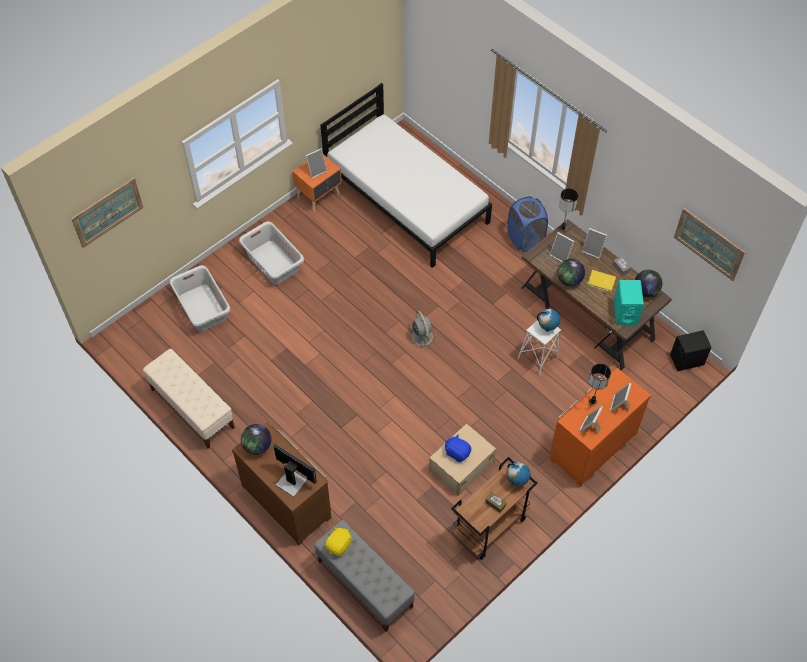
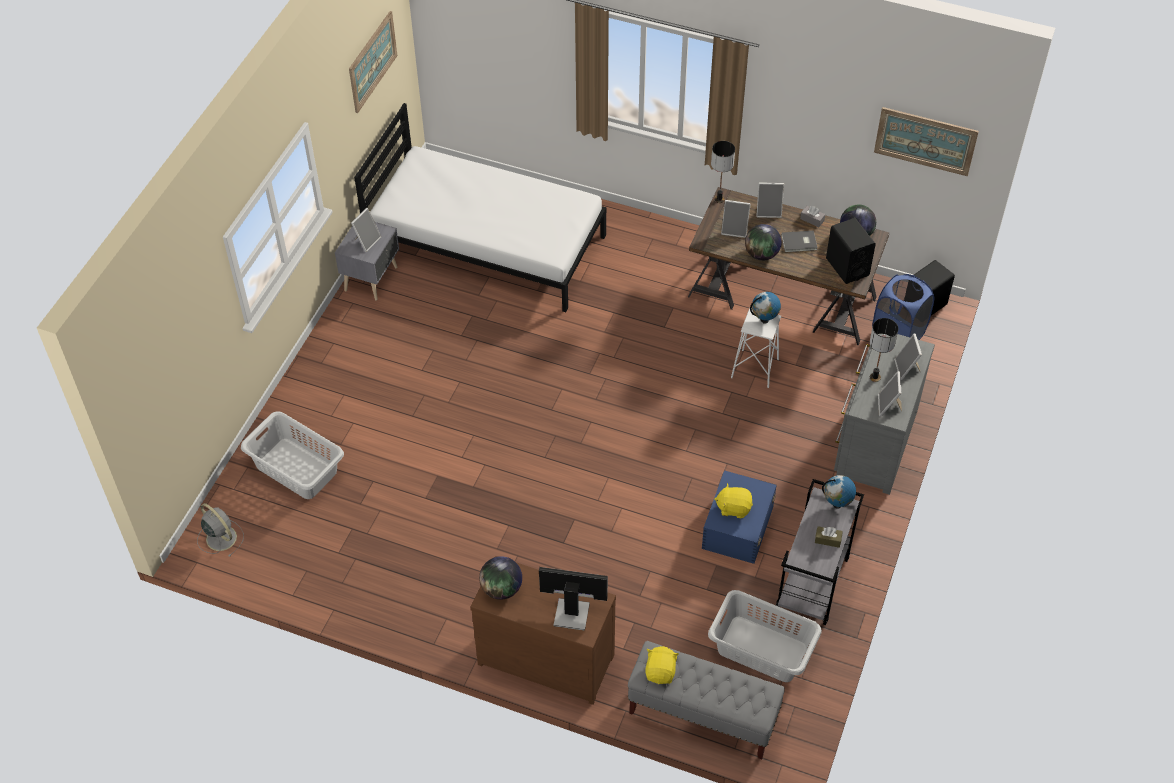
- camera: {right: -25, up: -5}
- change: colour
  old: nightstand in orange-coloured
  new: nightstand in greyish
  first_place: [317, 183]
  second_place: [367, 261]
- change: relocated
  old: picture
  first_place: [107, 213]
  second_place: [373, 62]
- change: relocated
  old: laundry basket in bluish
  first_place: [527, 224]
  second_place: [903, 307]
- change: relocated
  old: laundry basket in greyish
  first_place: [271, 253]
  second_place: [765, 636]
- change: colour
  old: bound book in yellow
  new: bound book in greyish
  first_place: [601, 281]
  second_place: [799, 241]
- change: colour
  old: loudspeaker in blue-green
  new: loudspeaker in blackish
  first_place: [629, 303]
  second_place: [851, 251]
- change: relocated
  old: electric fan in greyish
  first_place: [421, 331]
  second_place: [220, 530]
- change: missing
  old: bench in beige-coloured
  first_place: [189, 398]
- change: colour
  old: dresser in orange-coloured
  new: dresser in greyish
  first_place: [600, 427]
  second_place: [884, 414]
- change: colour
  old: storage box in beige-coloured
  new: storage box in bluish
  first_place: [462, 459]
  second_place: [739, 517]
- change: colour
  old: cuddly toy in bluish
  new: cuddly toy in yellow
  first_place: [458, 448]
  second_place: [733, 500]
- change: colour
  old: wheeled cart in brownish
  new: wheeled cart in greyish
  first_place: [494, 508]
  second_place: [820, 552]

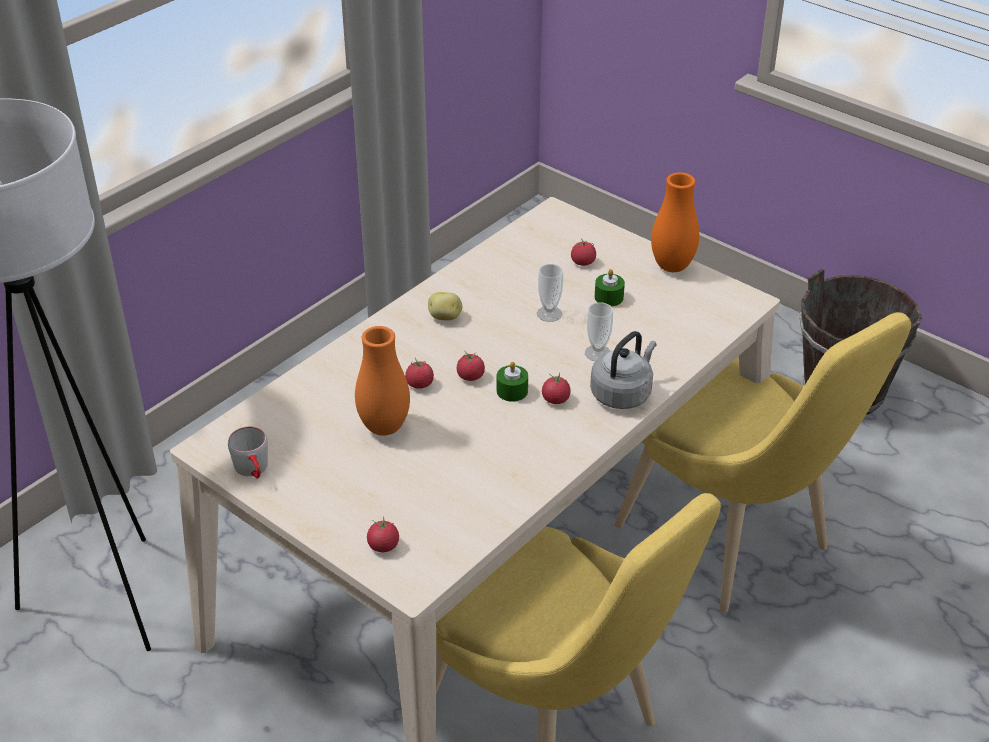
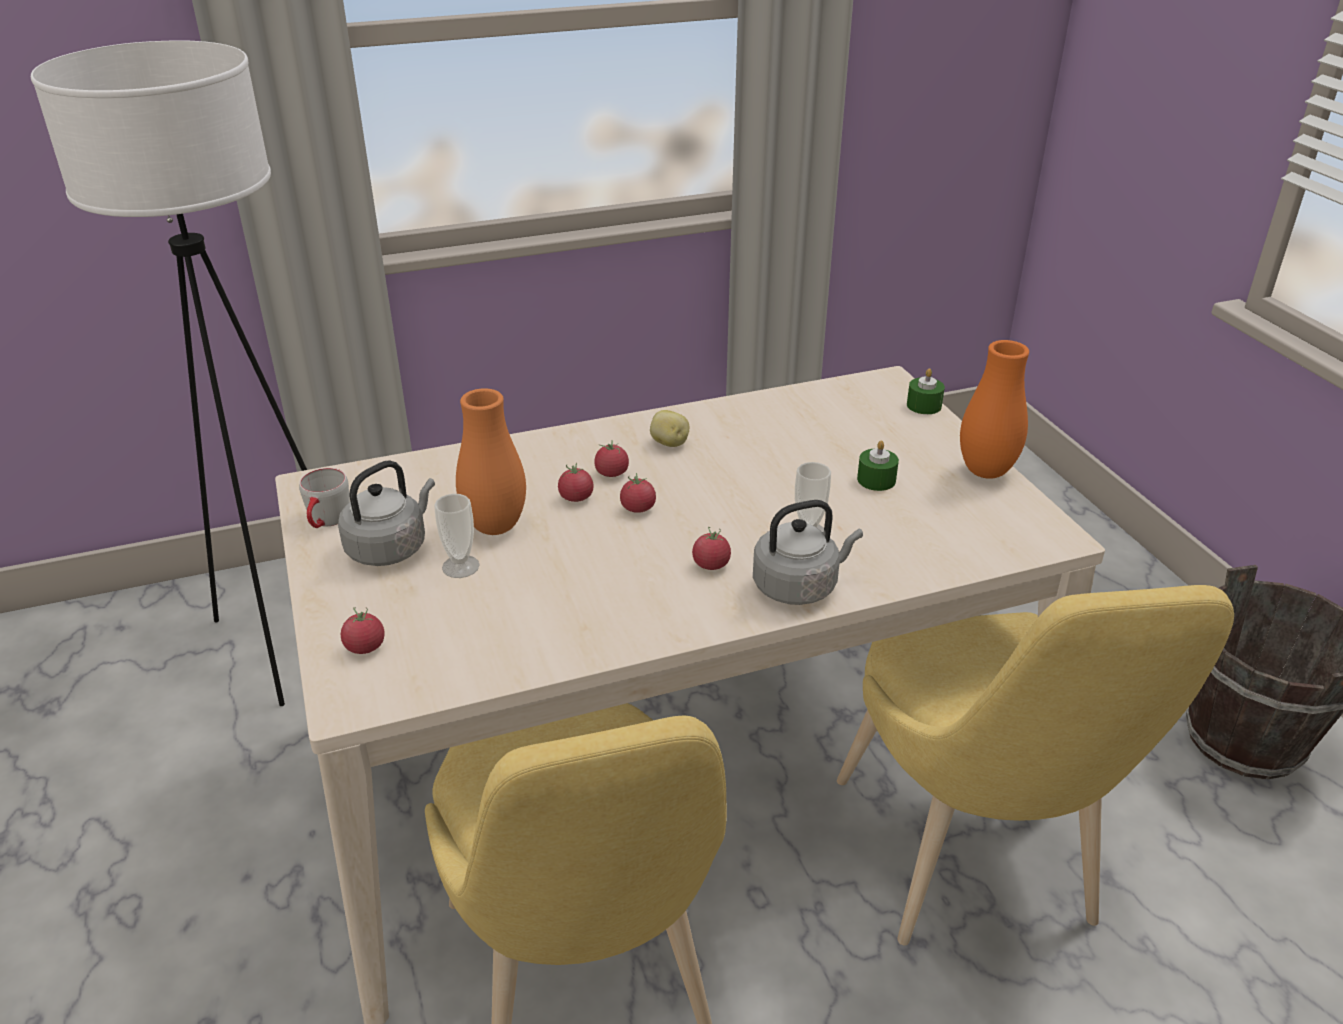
- camera: {right: 30, up: -5}
- change: relocated
  old: fresh tomato
  first_place: [583, 252]
  second_place: [611, 458]
- change: relocated
  old: small cup
  first_place: [550, 293]
  second_place: [457, 536]
- change: relocated
  old: wax candle in green-coloured
  first_place: [512, 382]
  second_place: [926, 391]
- change: appeared
  new: tea kettle in greyish
  second_place: [386, 513]

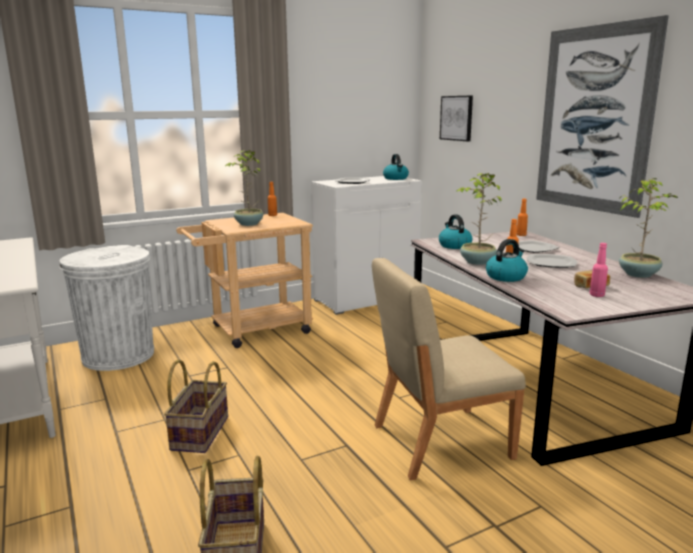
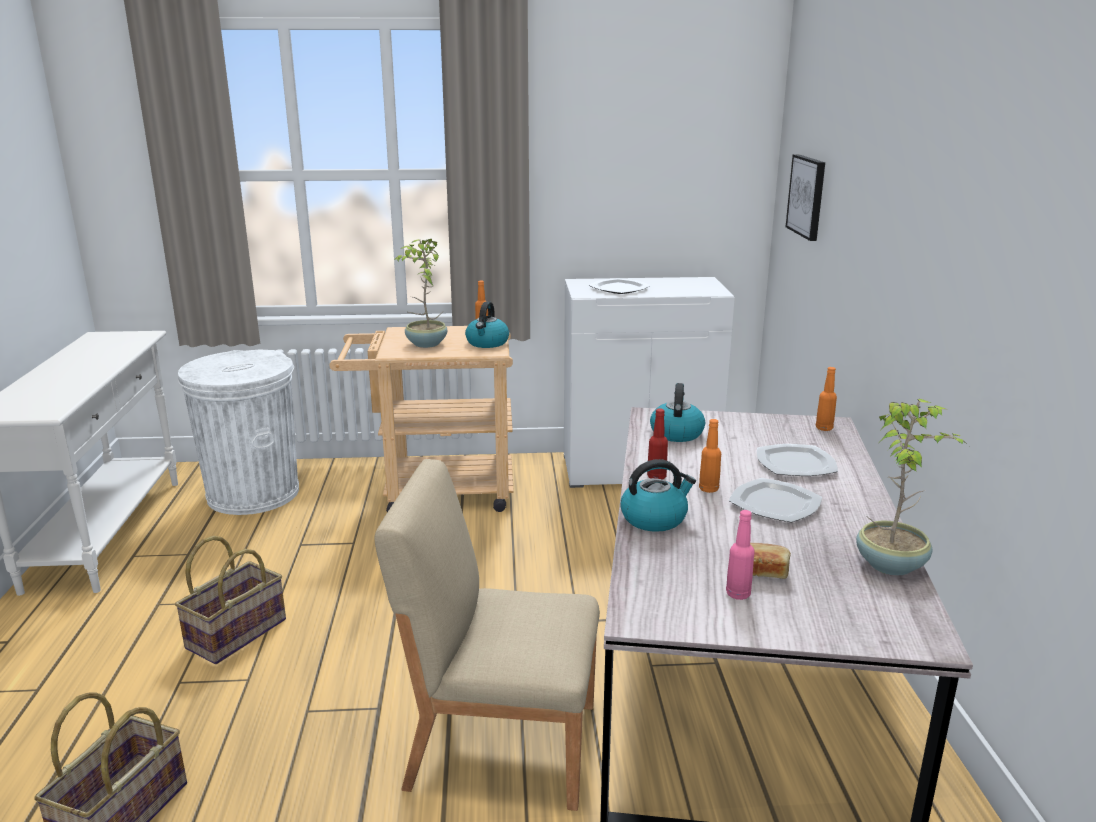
- camera: {right: 25, up: 5}
- change: missing
  old: picture
  first_place: [602, 116]
- change: relocated
  old: tea kettle
  first_place: [396, 167]
  second_place: [487, 325]
- change: exchanged
  old: plant in a pot
  new: bottle in reddish
  first_place: [479, 219]
  second_place: [657, 444]

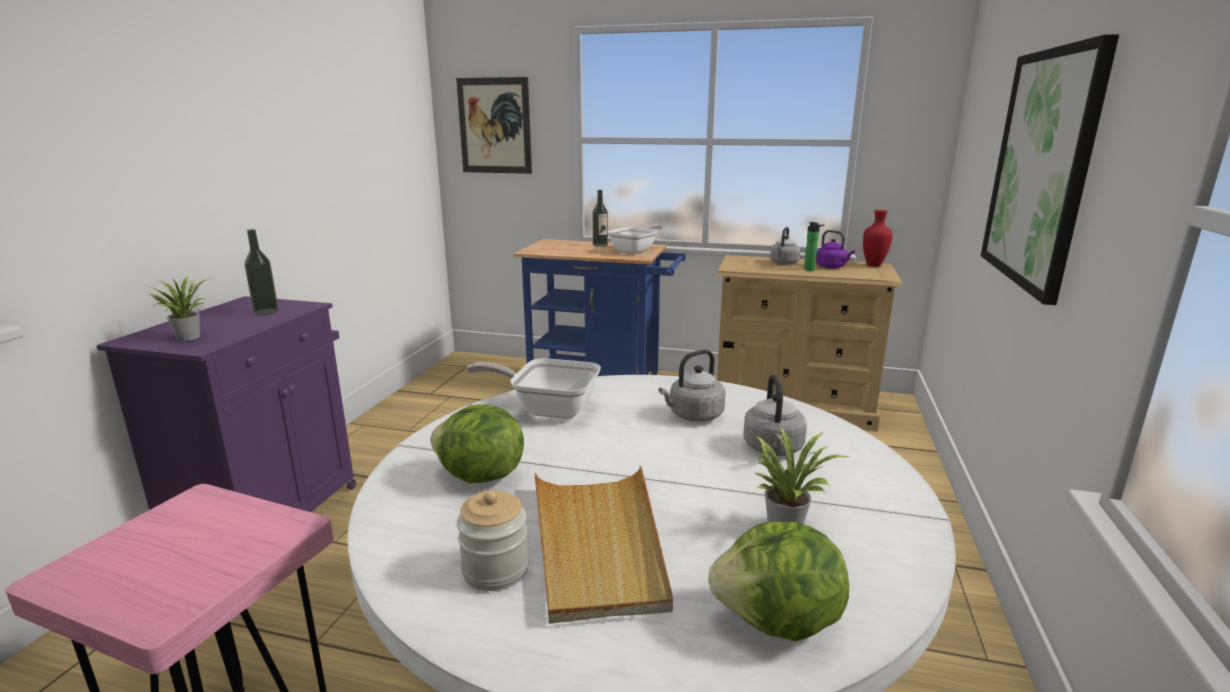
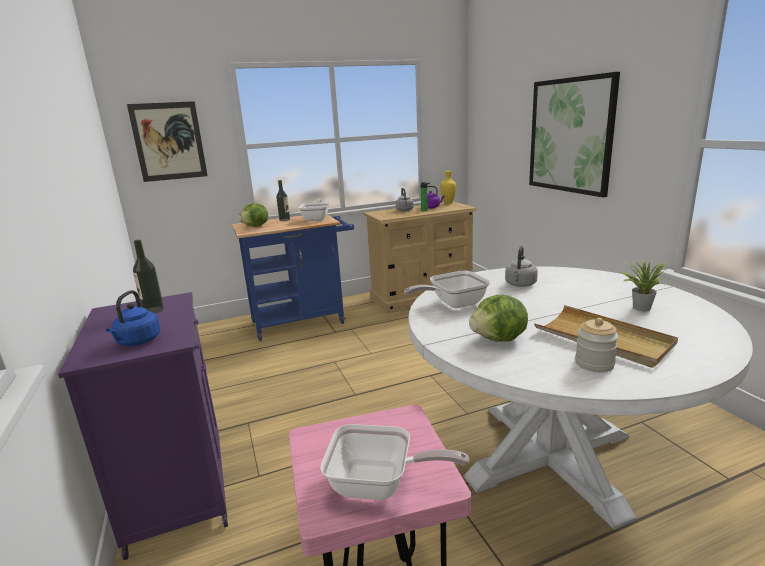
- camera: {right: -35, up: 0}
- change: colour
  old: decorative vase in reddish
  new: decorative vase in yellow
  first_place: [878, 238]
  second_place: [448, 187]
- change: exchanged
  old: plant in a pot
  new: tea kettle in bluish
  first_place: [180, 309]
  second_place: [133, 318]
- change: missing
  old: tea kettle in greyish
  first_place: [775, 415]
- change: relocated
  old: head of lettuce
  first_place: [778, 582]
  second_place: [253, 215]
- change: appeared
  new: frying pan
  second_place: [394, 462]

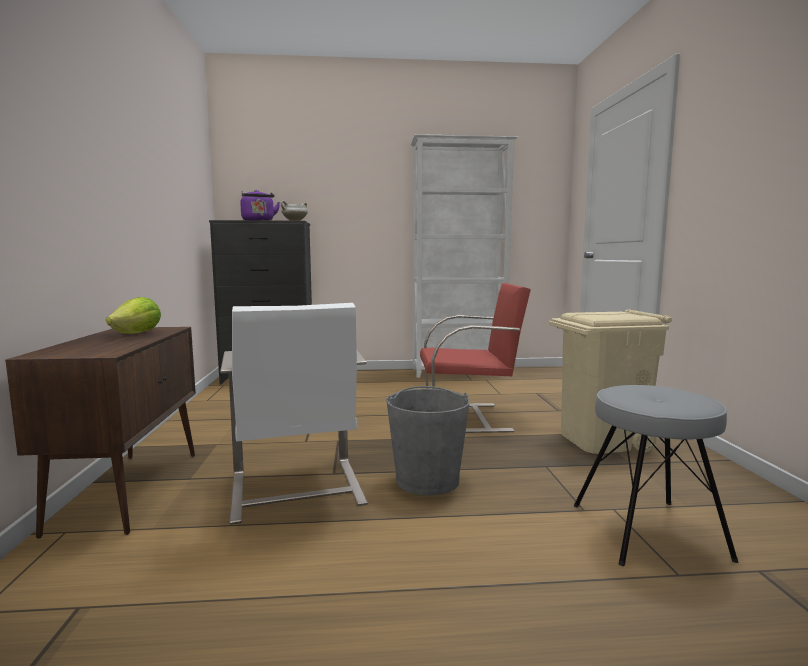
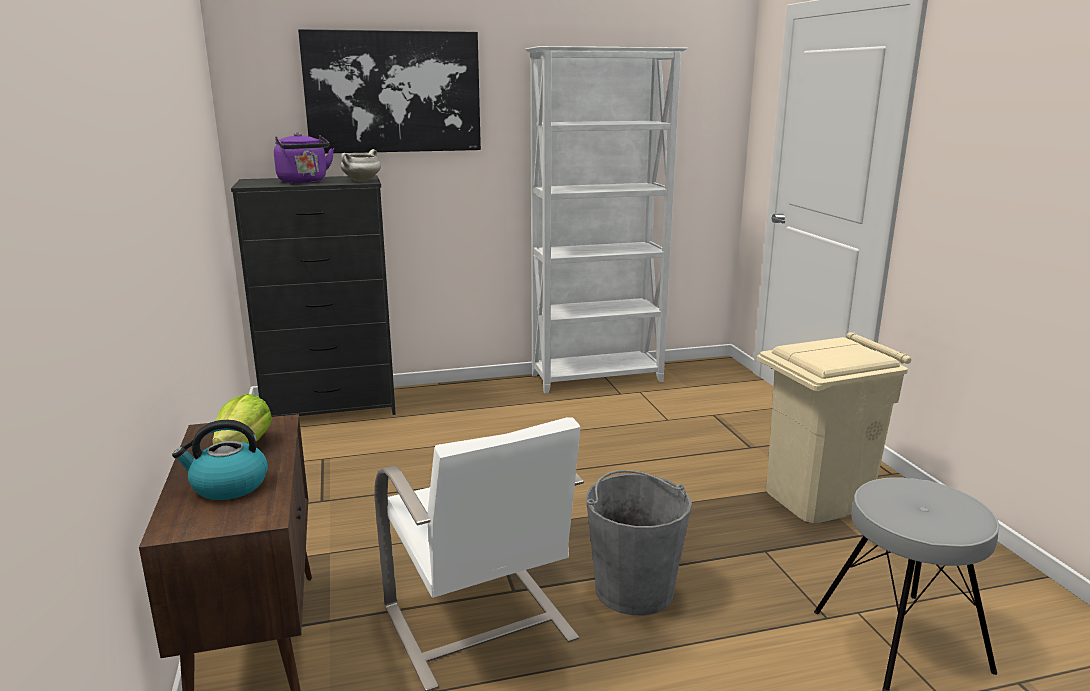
- camera: {right: -10, up: 10}
- change: missing
  old: plain chair in reddish
  first_place: [475, 358]
- change: appeared
  new: picture
  second_place: [389, 91]
- change: appeared
  new: tea kettle
  second_place: [220, 460]

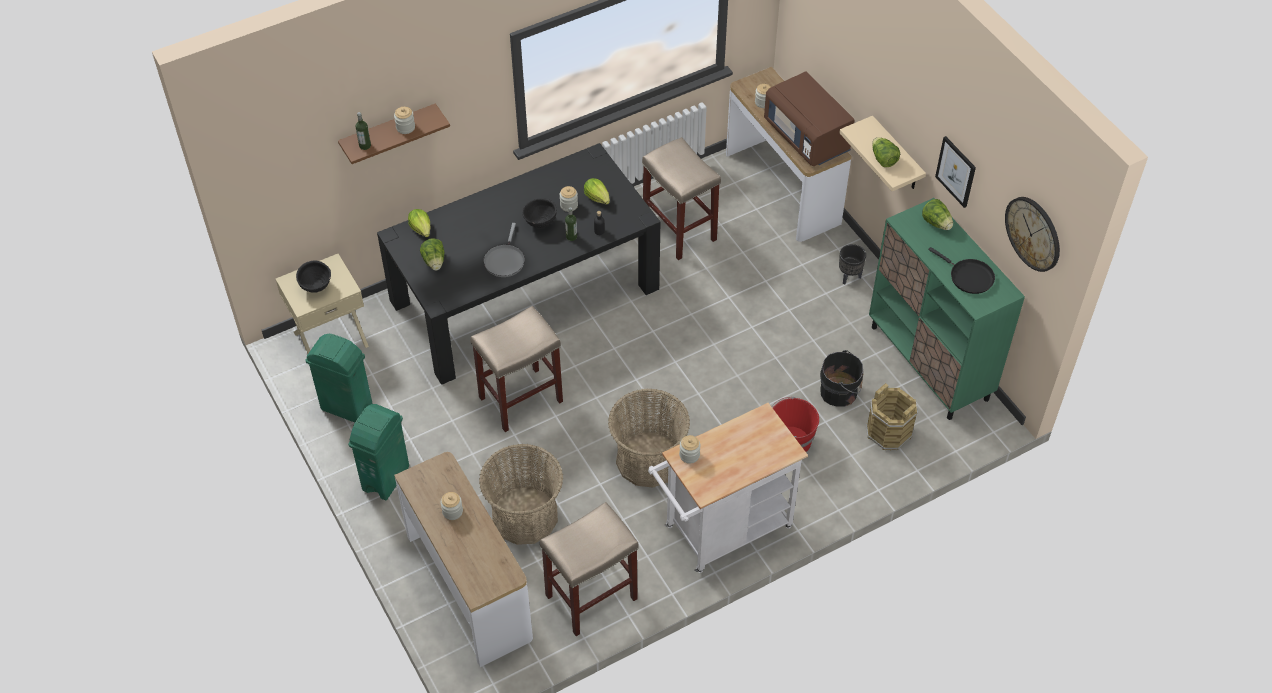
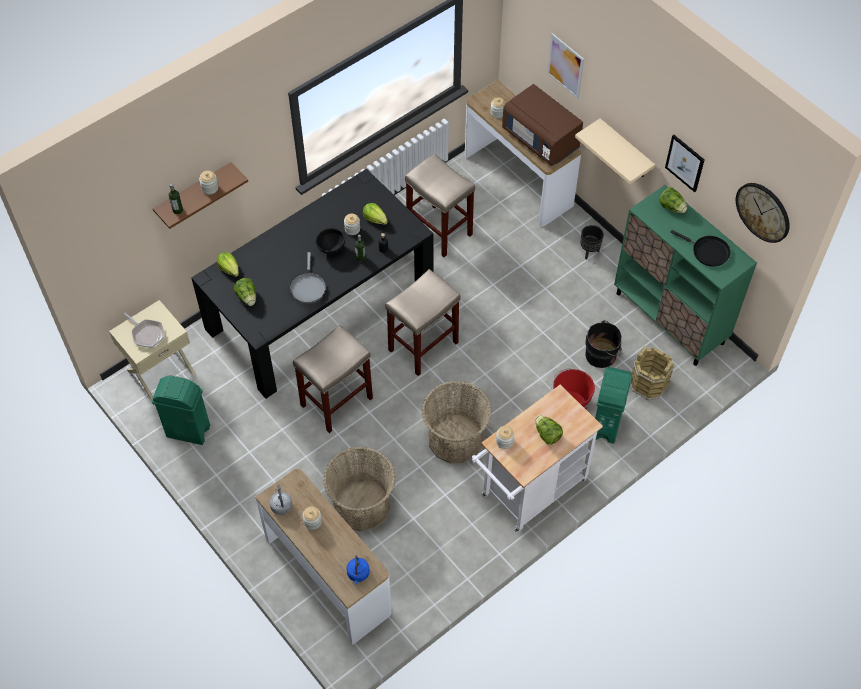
- camera: {right: -10, up: 5}
- change: relocated
  old: head of lettuce
  first_place: [886, 152]
  second_place: [549, 430]
- change: exchanged
  old: deep dish in blackish
  new: frying pan
  first_place: [313, 277]
  second_place: [144, 330]
- change: relocated
  old: waste bin in green-coloured
  first_place: [378, 452]
  second_place: [613, 405]
- change: relocated
  old: sitting stool in beige-coloured
  first_place: [589, 569]
  second_place: [422, 322]
- change: appeared
  new: picture
  second_place: [565, 66]
- change: appeared
  new: tea kettle in greyish
  second_place: [281, 499]
- change: appeared
  new: tea kettle in bluish
  second_place: [358, 570]

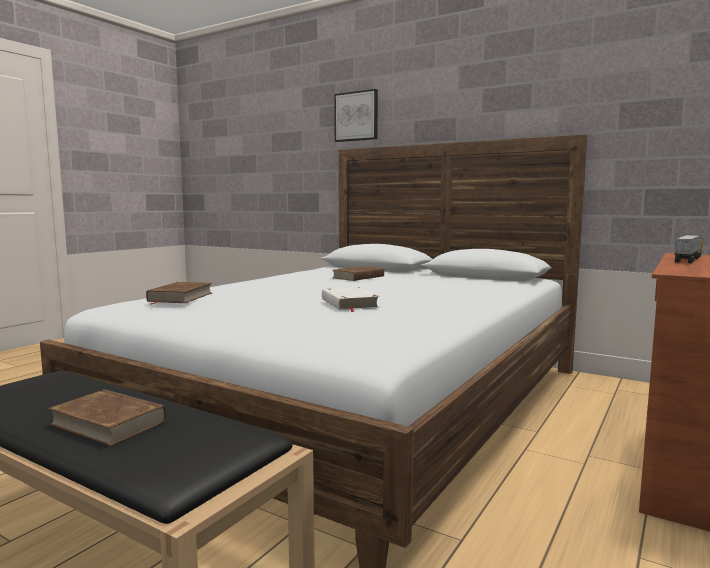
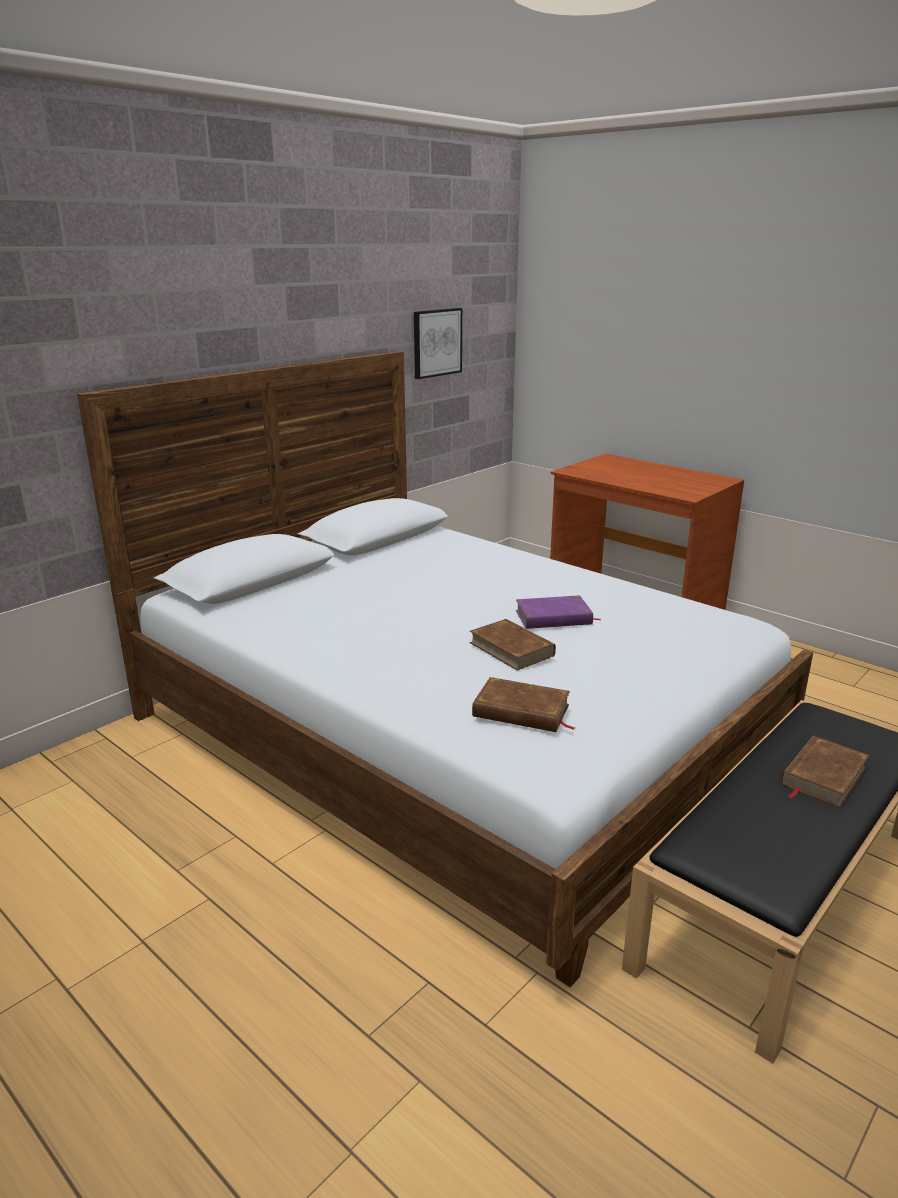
- camera: {right: -80, up: 15}
- change: relocated
  old: picture
  first_place: [356, 115]
  second_place: [438, 343]
- change: missing
  old: toy lorry
  first_place: [688, 249]
- change: relocated
  old: bound book in brownish
  first_place: [358, 273]
  second_place: [513, 644]
- change: colour
  old: bound book in white
  new: bound book in purple
  first_place: [351, 299]
  second_place: [558, 612]

